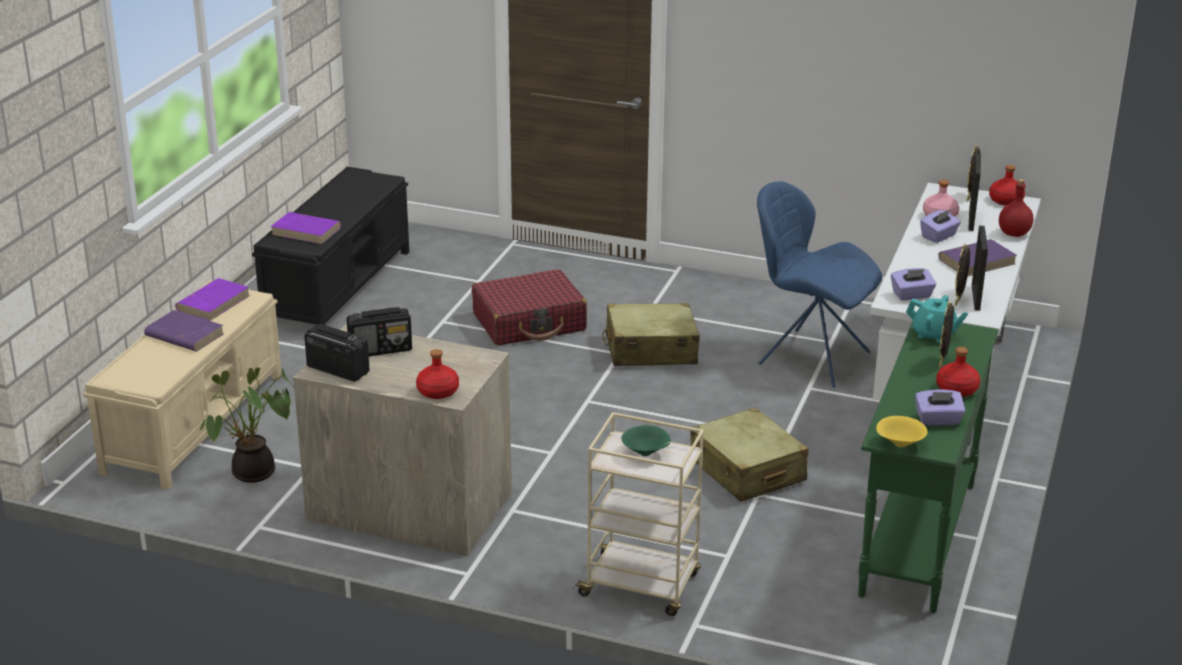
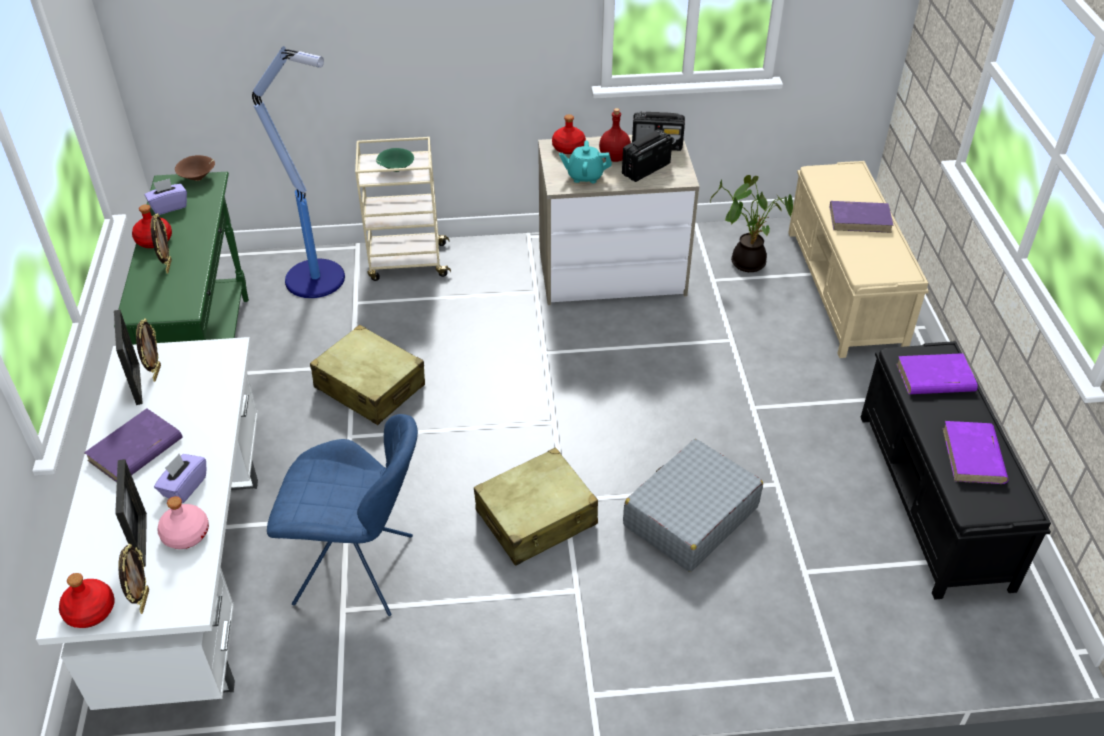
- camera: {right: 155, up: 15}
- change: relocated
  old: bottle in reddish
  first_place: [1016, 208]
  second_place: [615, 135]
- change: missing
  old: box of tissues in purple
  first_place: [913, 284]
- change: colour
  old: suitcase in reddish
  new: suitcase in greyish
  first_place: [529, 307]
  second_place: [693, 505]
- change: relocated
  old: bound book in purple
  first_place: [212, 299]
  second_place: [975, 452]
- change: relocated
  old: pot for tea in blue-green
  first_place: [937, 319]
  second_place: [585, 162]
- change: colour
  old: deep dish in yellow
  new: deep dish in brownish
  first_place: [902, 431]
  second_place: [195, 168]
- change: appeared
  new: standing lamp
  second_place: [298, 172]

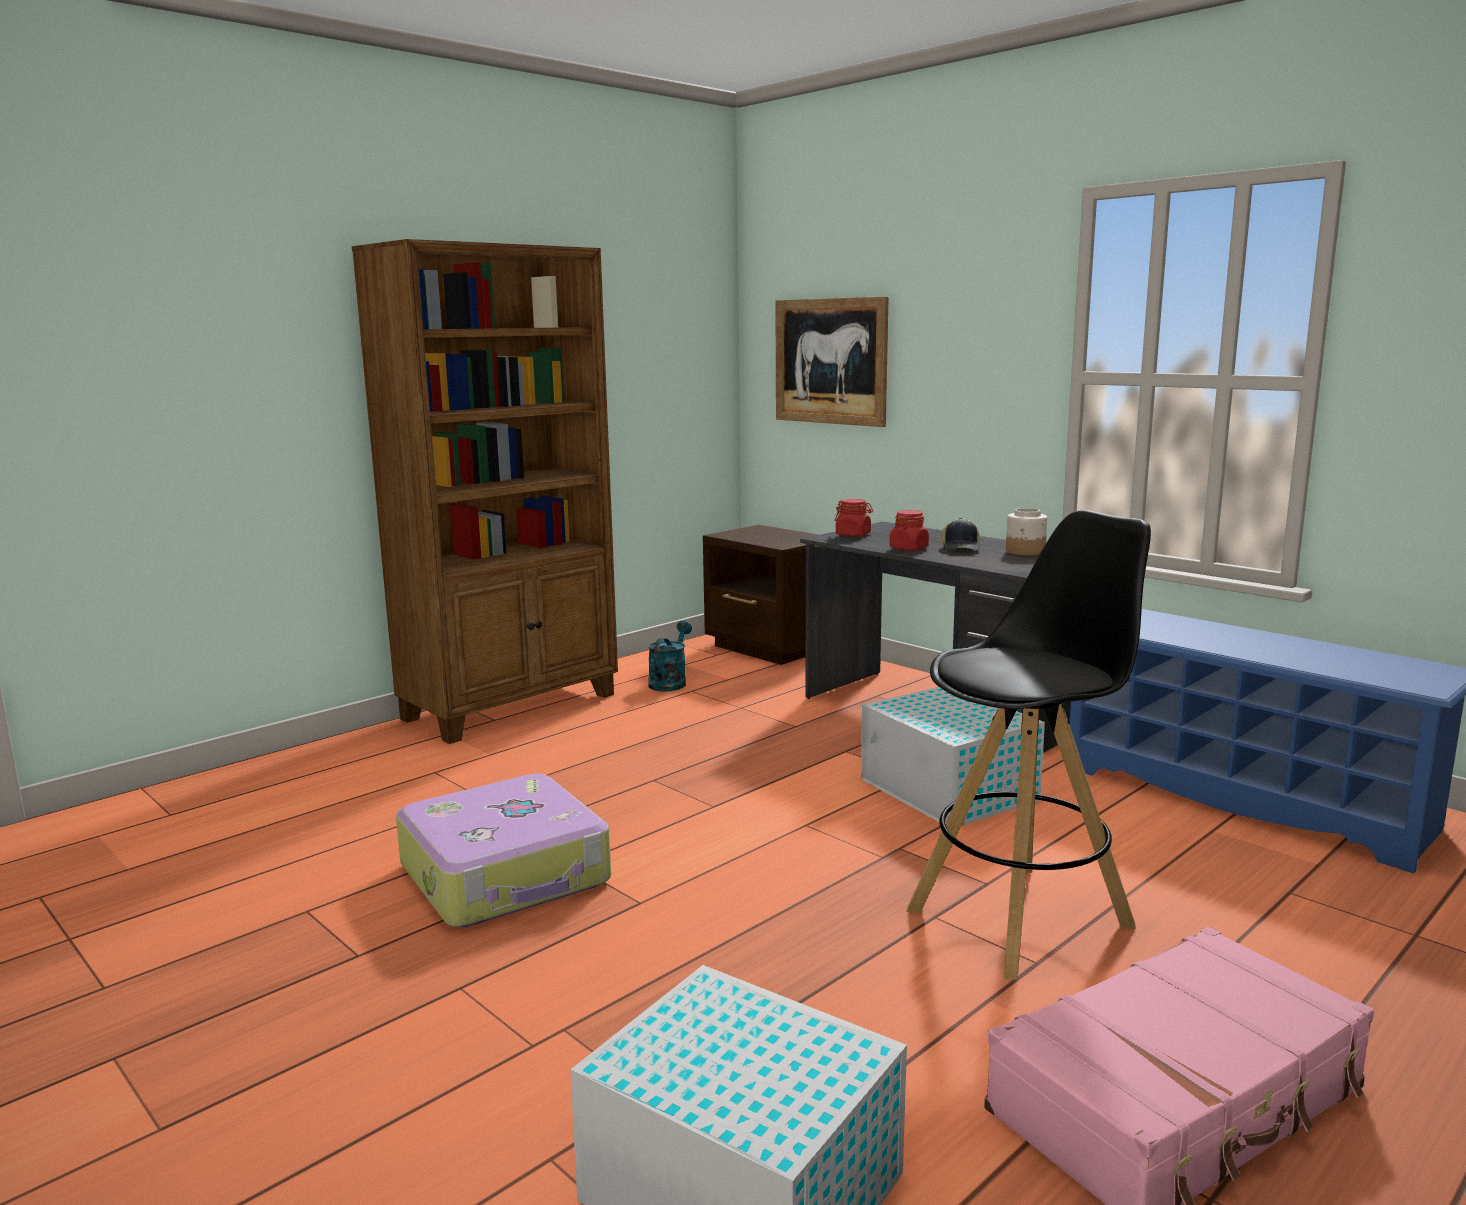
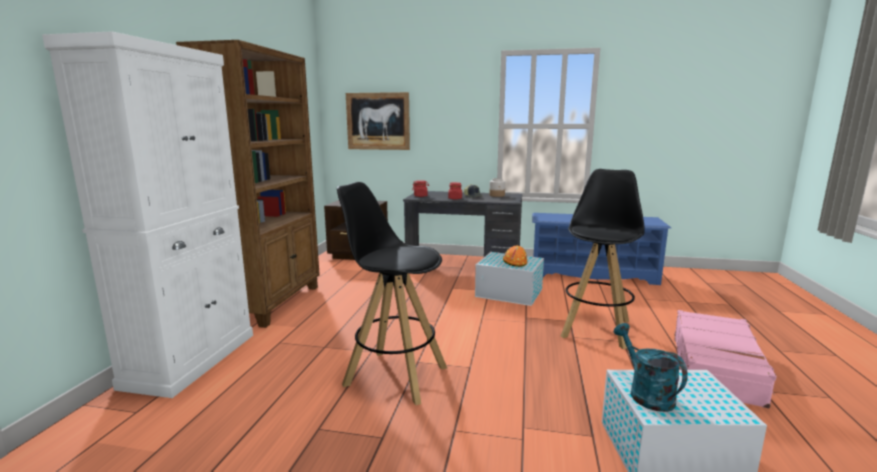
- camera: {right: -35, up: 0}
- change: relocated
  old: watering can in blue-green
  first_place: [670, 656]
  second_place: [650, 367]
- change: exchanged
  old: suitcase
  new: sitting stool in blackish
  first_place: [503, 850]
  second_place: [392, 293]
- change: appeared
  new: cabinet in white
  second_place: [147, 214]
- change: appeared
  new: work helmet in orange-coloured
  second_place: [515, 256]

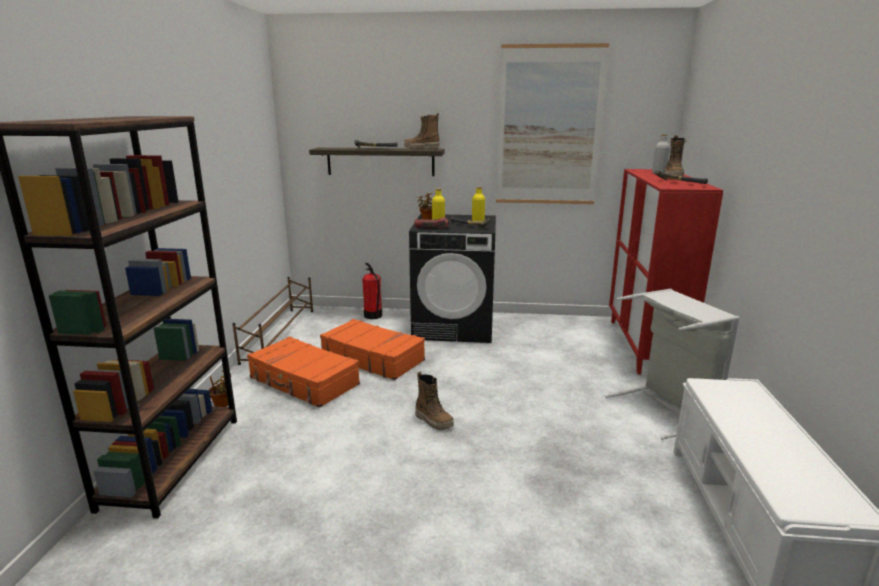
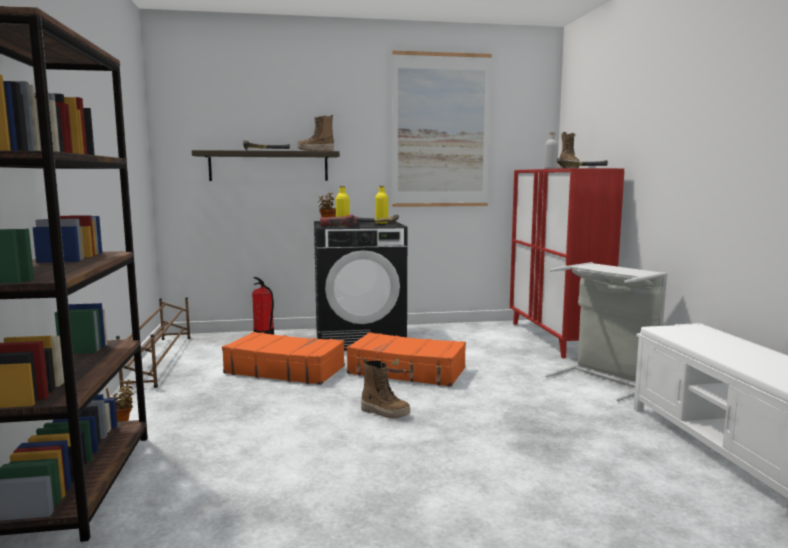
- camera: {right: -15, up: -10}
- change: relocated
  old: suitcase in orange-coloured
  first_place: [303, 372]
  second_place: [406, 359]

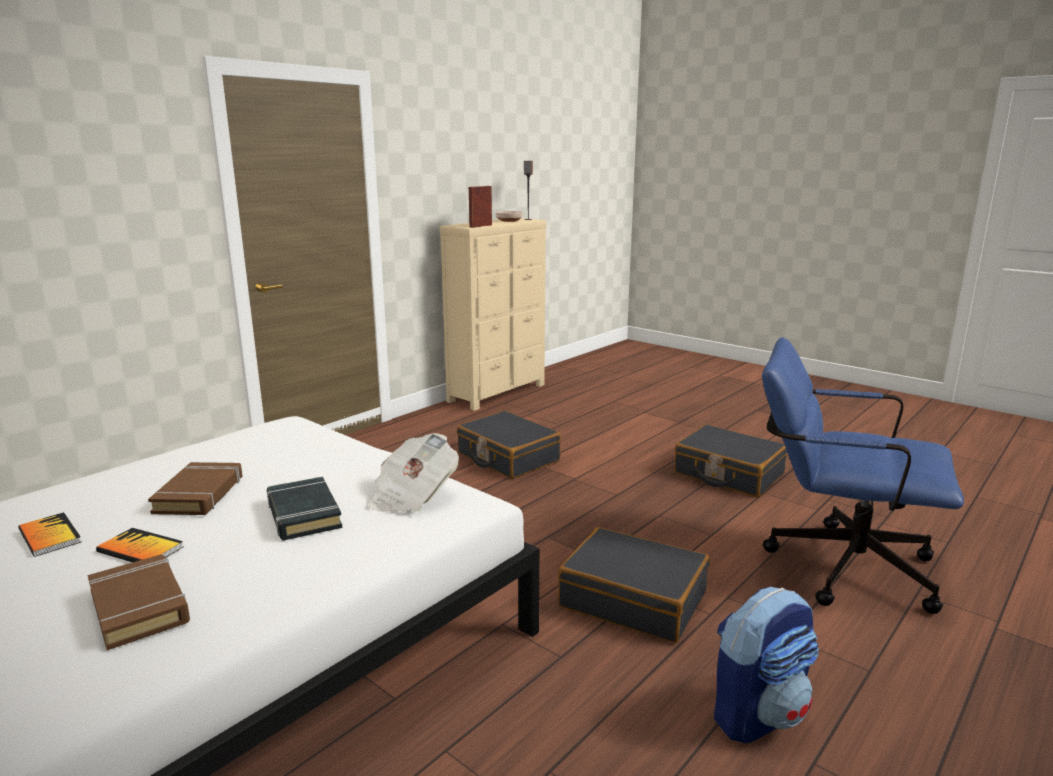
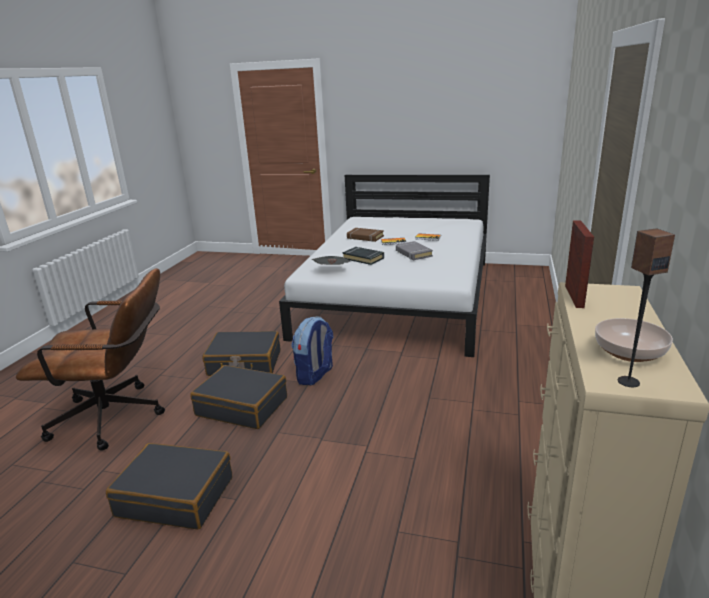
- camera: {right: 155, up: 5}
- change: colour
  old: desk chair in bluish
  new: desk chair in brownish
  first_place: [863, 475]
  second_place: [90, 359]
- change: relocated
  old: suitcase in blackish
  first_place: [509, 445]
  second_place: [238, 397]
- change: colour
  old: bound book in brownish
  new: bound book in greyish
  first_place: [195, 488]
  second_place: [414, 250]
- change: relocated
  old: knapsack
  first_place: [766, 665]
  second_place: [312, 351]

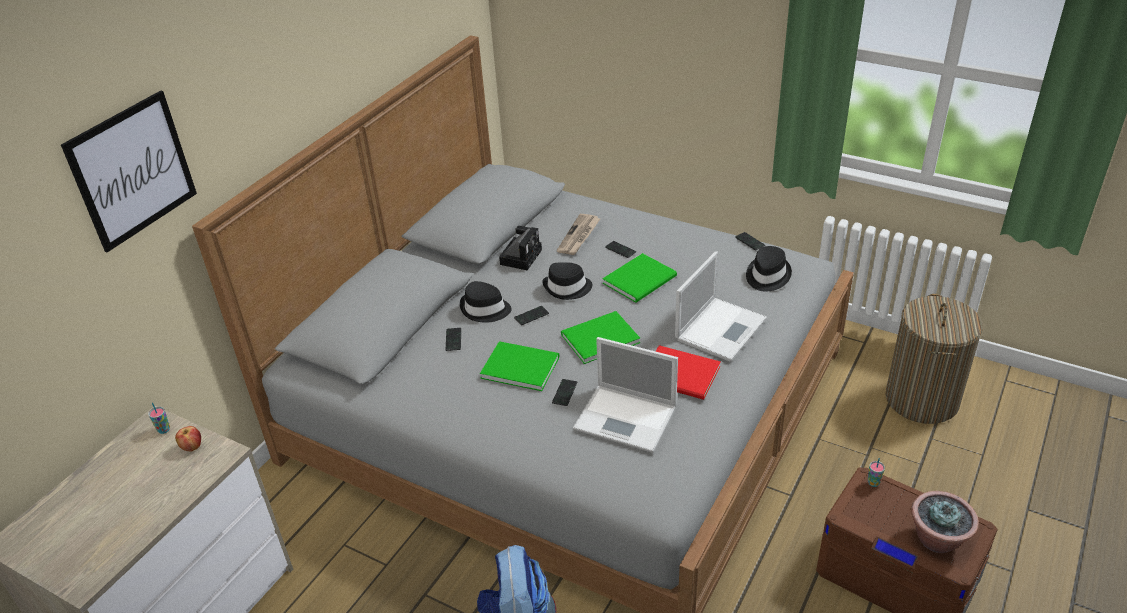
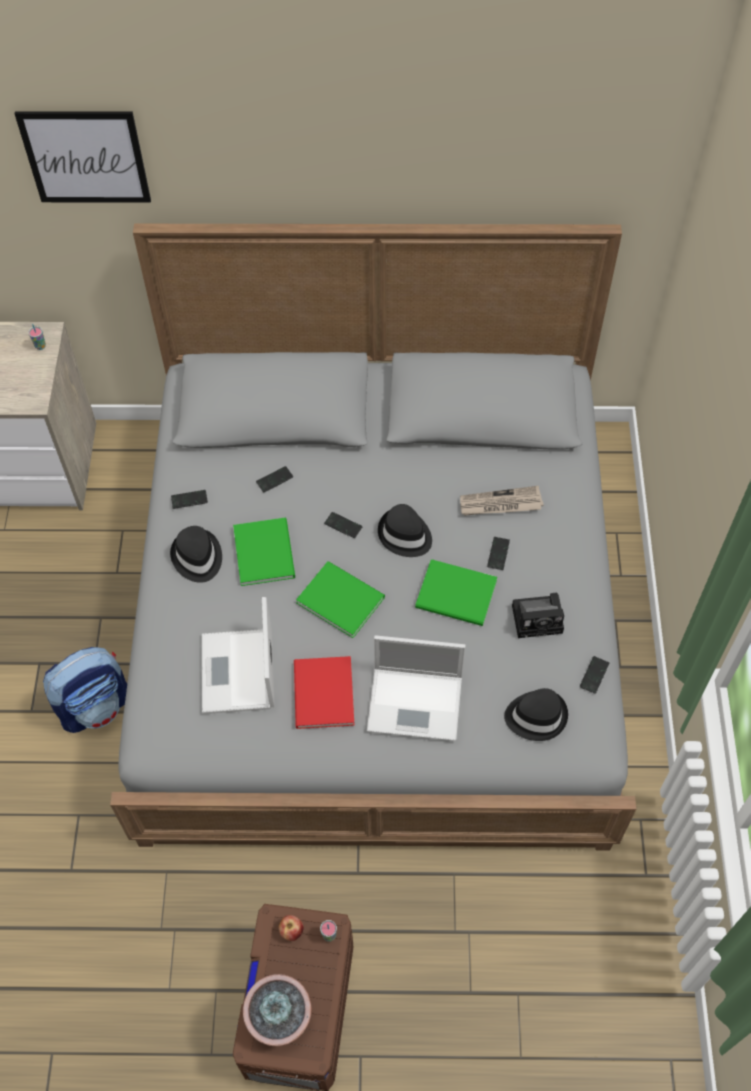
- camera: {right: 60, up: 20}
- change: relocated
  old: photo camera
  first_place: [520, 248]
  second_place: [538, 615]
- change: relocated
  old: wearable hat in blackish
  first_place: [485, 302]
  second_place: [196, 554]
- change: missing
  old: laundry basket
  first_place: [934, 359]
- change: relocated
  old: telephone
  first_place: [564, 392]
  second_place: [189, 499]
- change: relocated
  old: apple
  first_place: [188, 439]
  second_place: [291, 928]

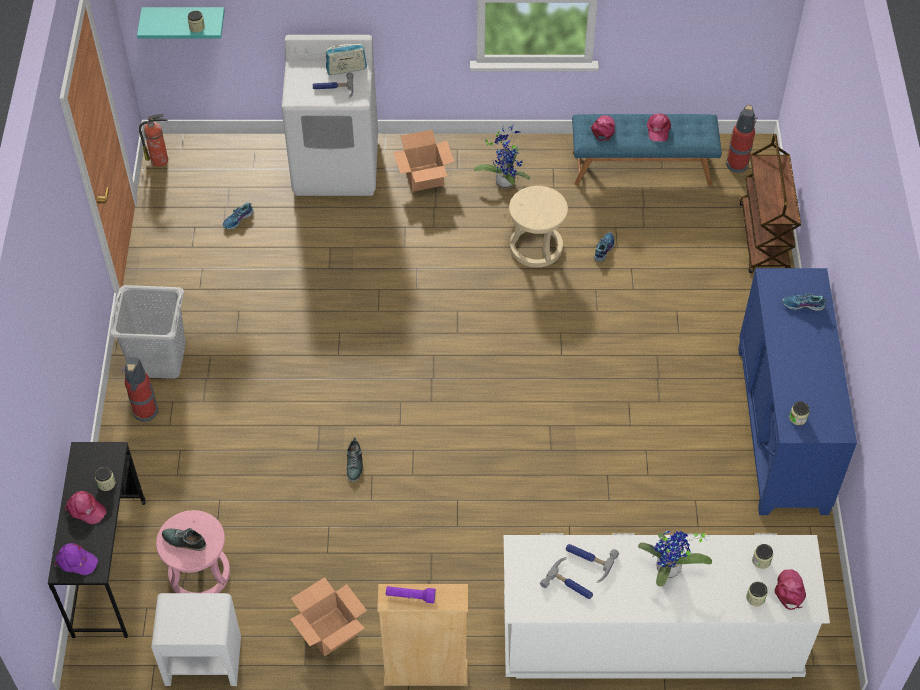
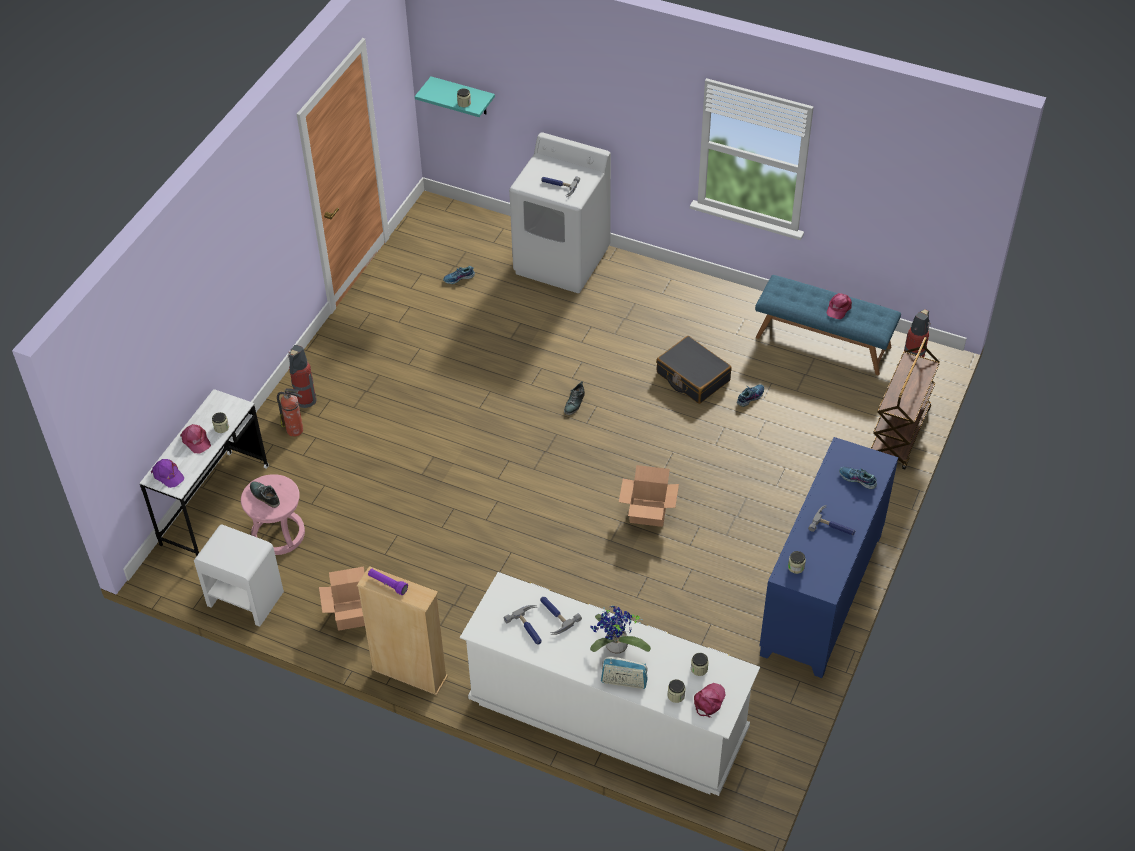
- camera: {right: 25, up: -5}
- change: relocated
  old: radio receiver
  first_place: [346, 59]
  second_place: [624, 673]
- change: relocated
  old: fire-fighting cylinder
  first_place: [153, 140]
  second_place: [290, 412]
- change: missing
  old: peaked cap in pink-coloured
  first_place: [603, 128]
- change: missing
  old: plant in a pot
  first_place: [502, 156]
- change: relocated
  old: carton
  first_place: [423, 160]
  second_place: [649, 496]
- change: exchanged
  old: sitting stool in beige-coloured
  new: suitcase in blackish
  first_place: [538, 227]
  second_place: [694, 370]
- change: missing
  old: laundry basket in greyish
  first_place: [147, 332]
- change: relocated
  old: item of footwear
  first_place: [355, 459]
  second_place: [574, 398]
- change: colour
  old: desk table in blackish
  new: desk table in white
  first_place: [97, 540]
  second_place: [204, 473]
- change: appeared
  new: hand hammer
  second_place: [831, 520]

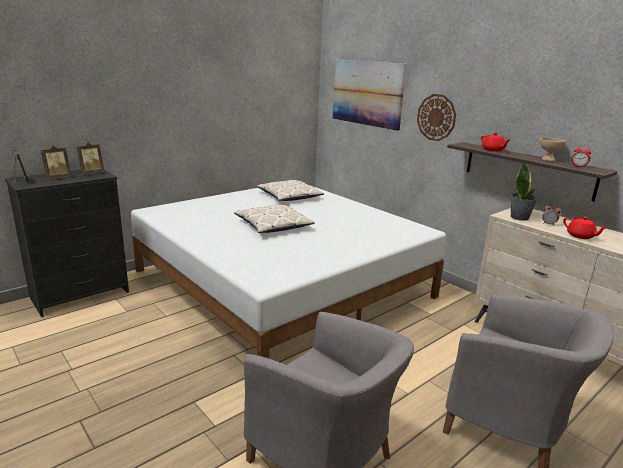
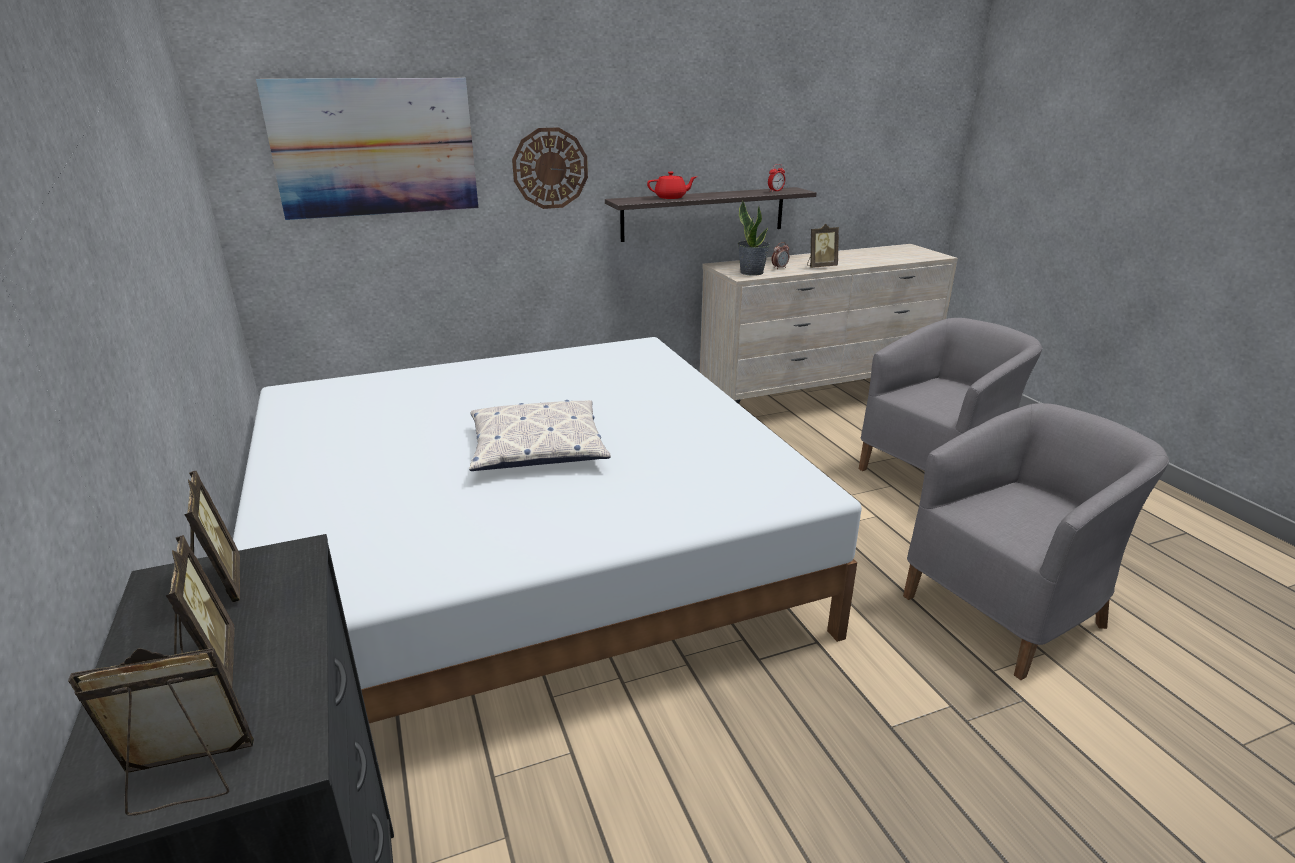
- camera: {right: -70, up: 5}
- change: missing
  old: deep dish in beige-coloured
  first_place: [553, 149]
- change: missing
  old: throw pillow
  first_place: [290, 190]
- change: exchanged
  old: pot for tea in reddish
  new: photo frame
  first_place: [585, 227]
  second_place: [823, 246]

